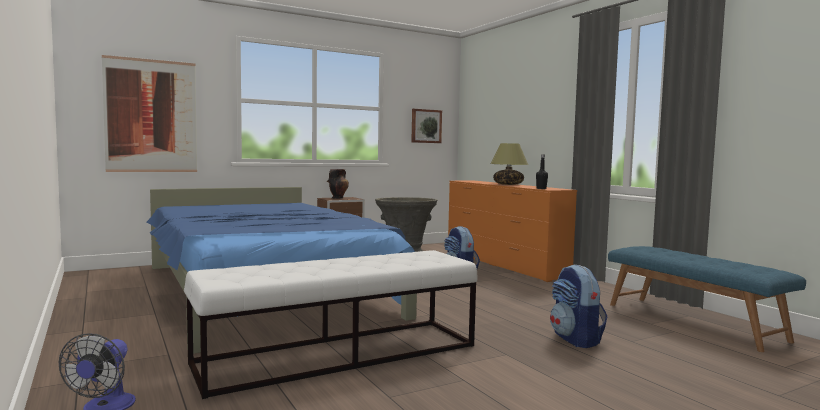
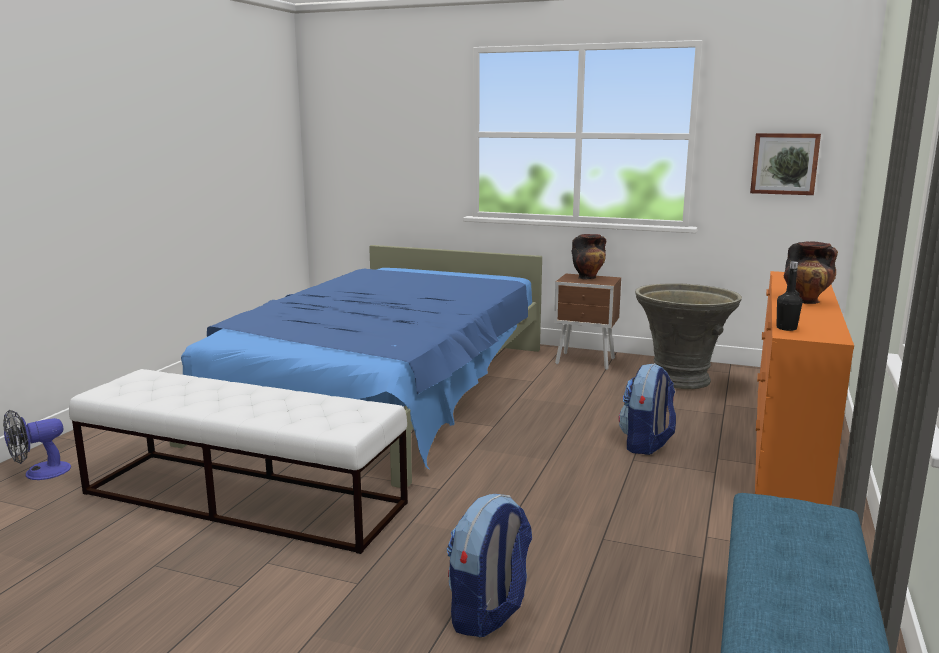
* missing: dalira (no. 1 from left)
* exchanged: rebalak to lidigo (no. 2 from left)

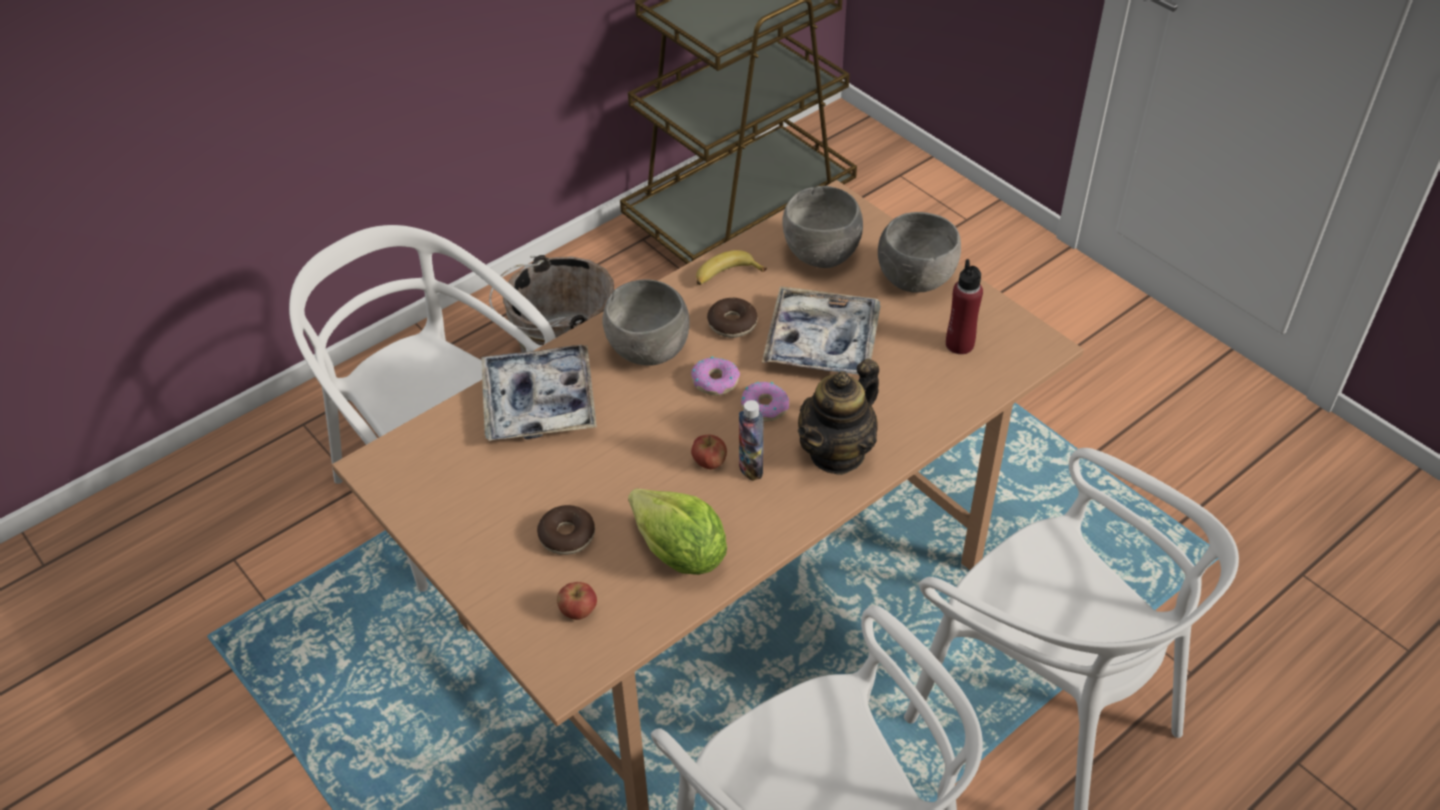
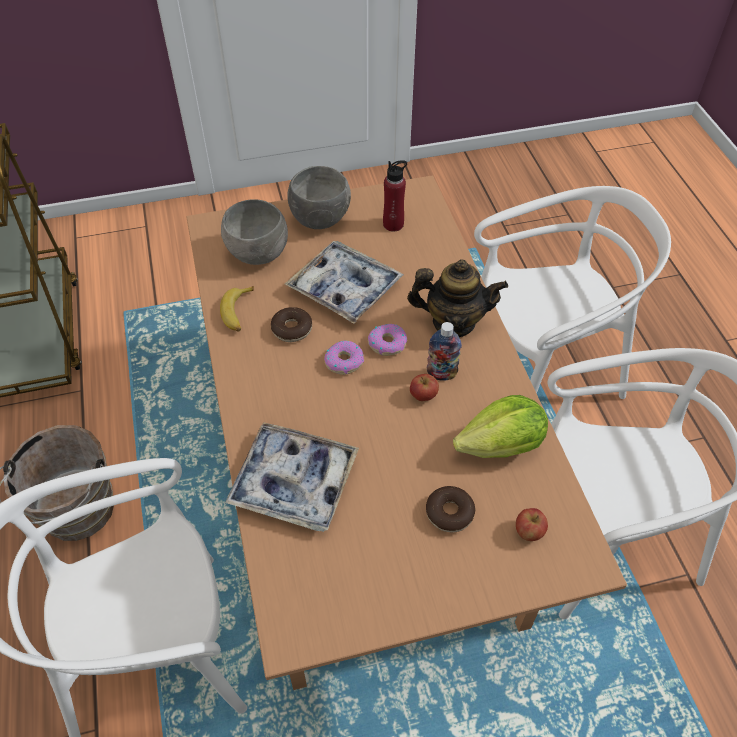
* missing: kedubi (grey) (no. 1 from left)
* spun: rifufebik 60 degrees counterclockwise

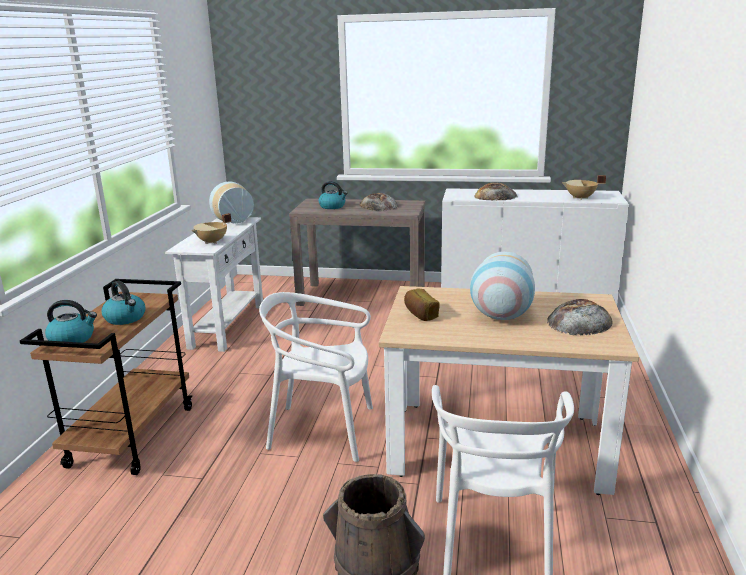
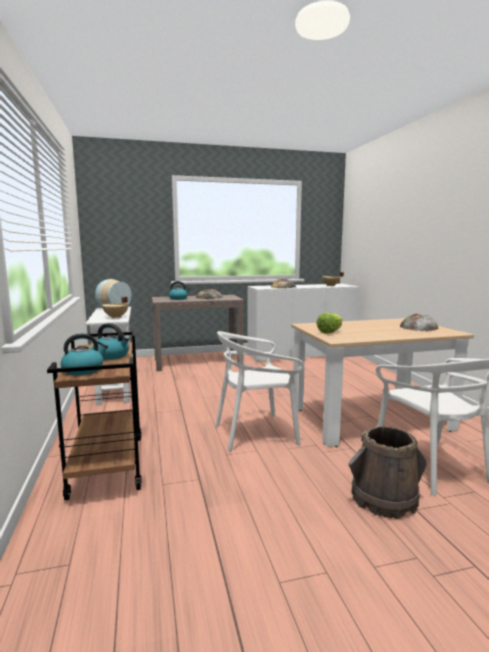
* missing: lidigo (no. 2 from left)
* exchanged: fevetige (no. 2 from left) to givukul

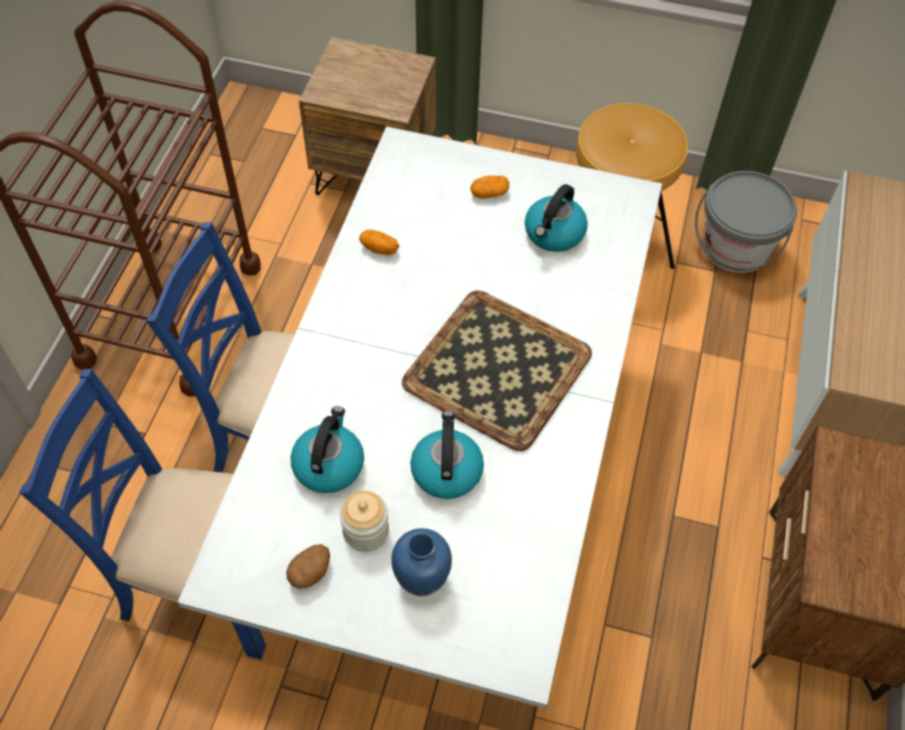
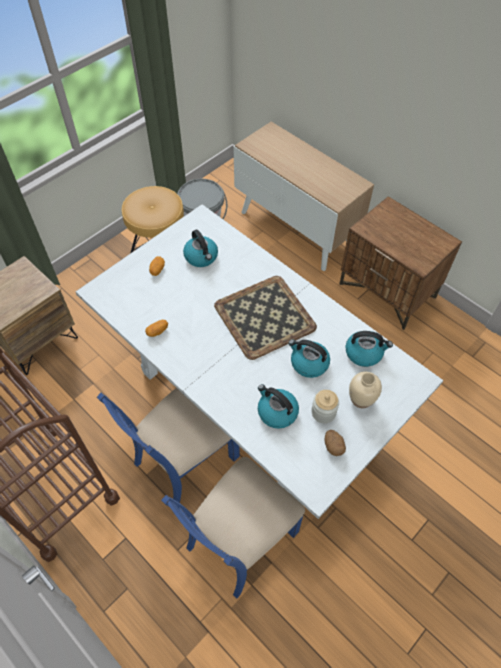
* colour: lidigo (blue) to lidigo (beige)
* appeared: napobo (no. 4 from left)

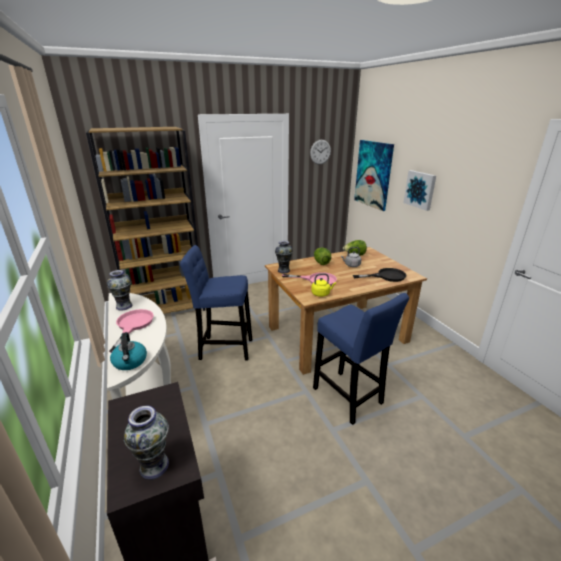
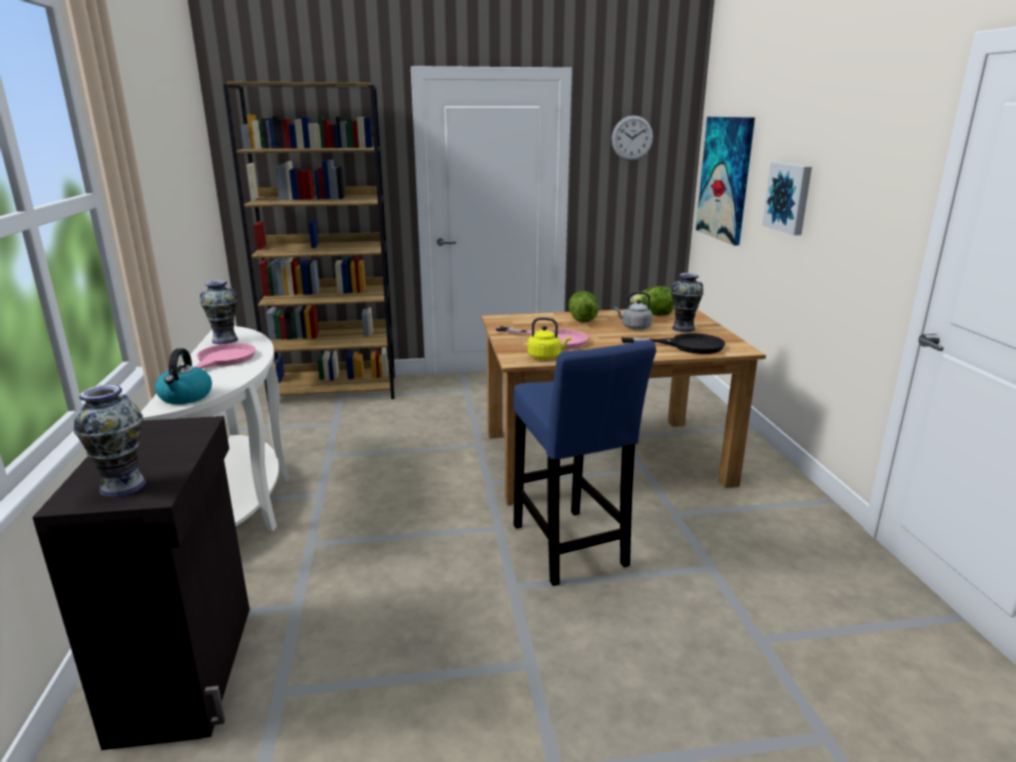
* relocated: lidigo (no. 3 from left)
* missing: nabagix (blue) (no. 1 from left)

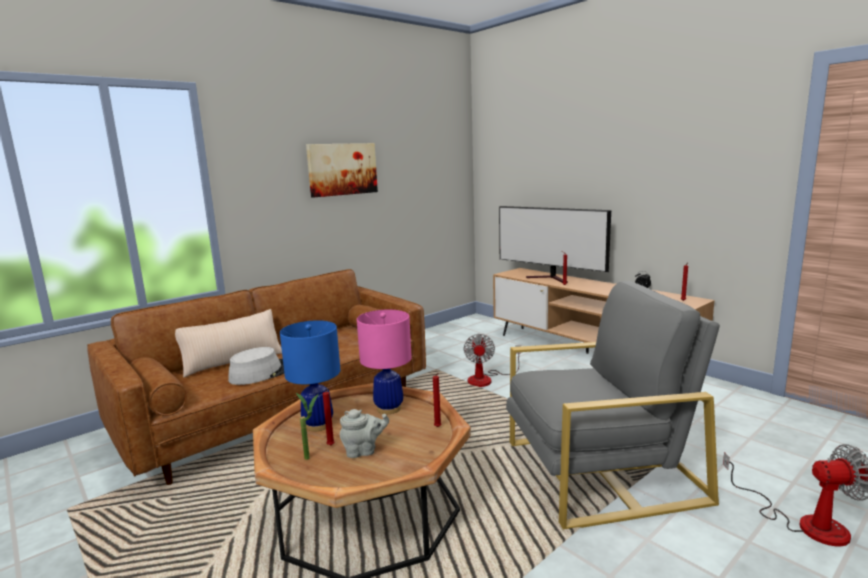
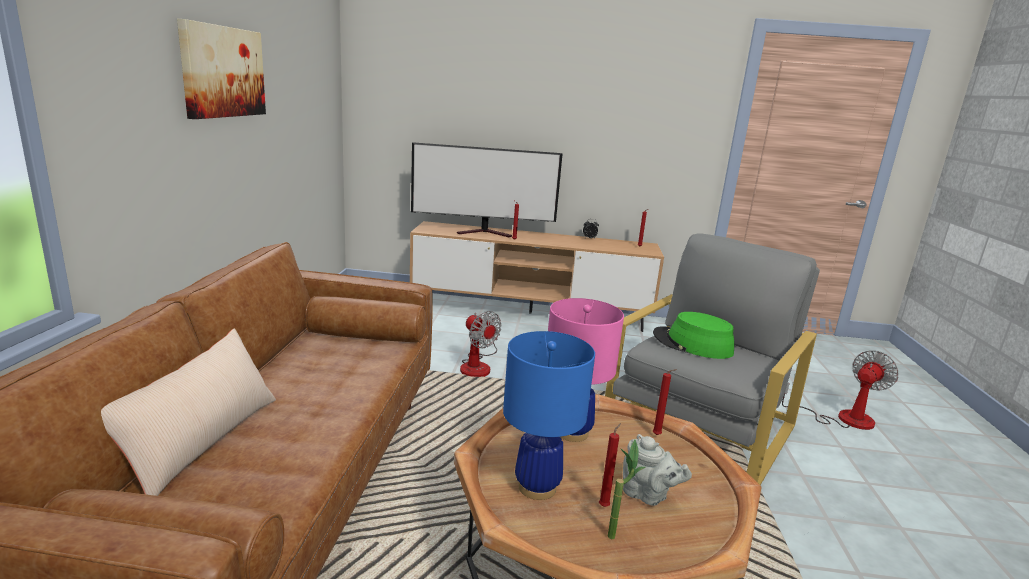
* missing: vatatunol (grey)
* spun: rifufebik (grey) 90 degrees clockwise
* appeared: vatatunol (green)

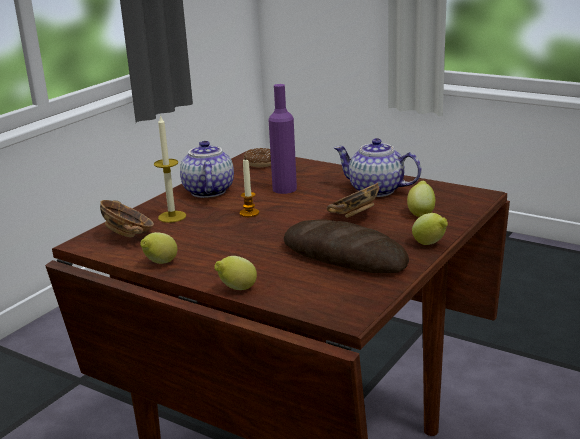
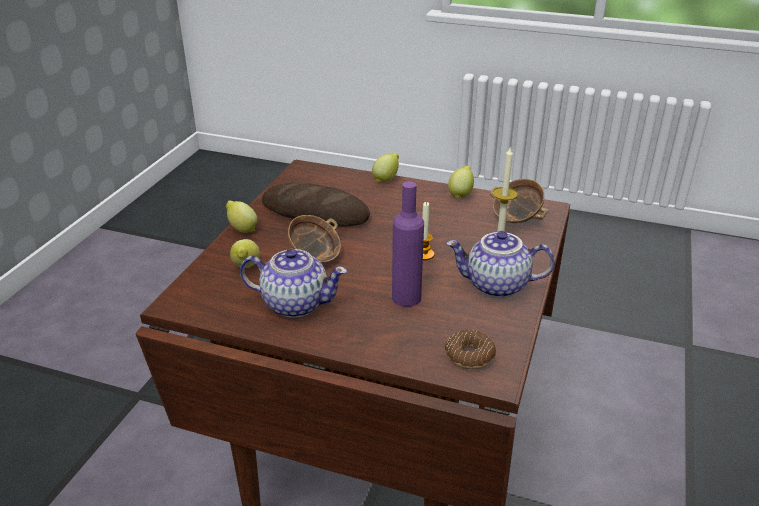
* spun: rifufebik (no. 1 from left in the first image) 120 degrees clockwise

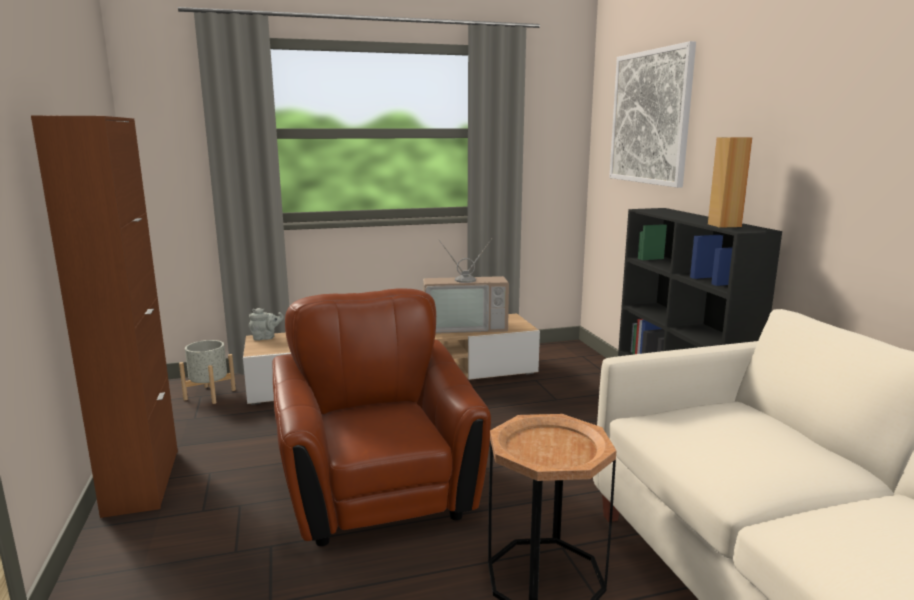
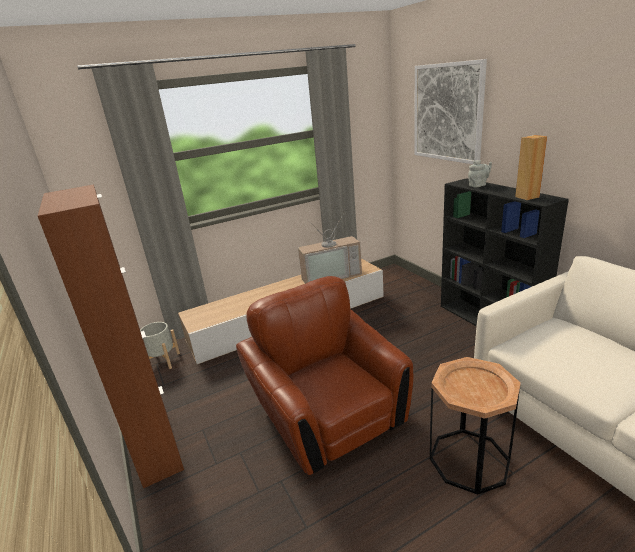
* relocated: rifufebik (grey)

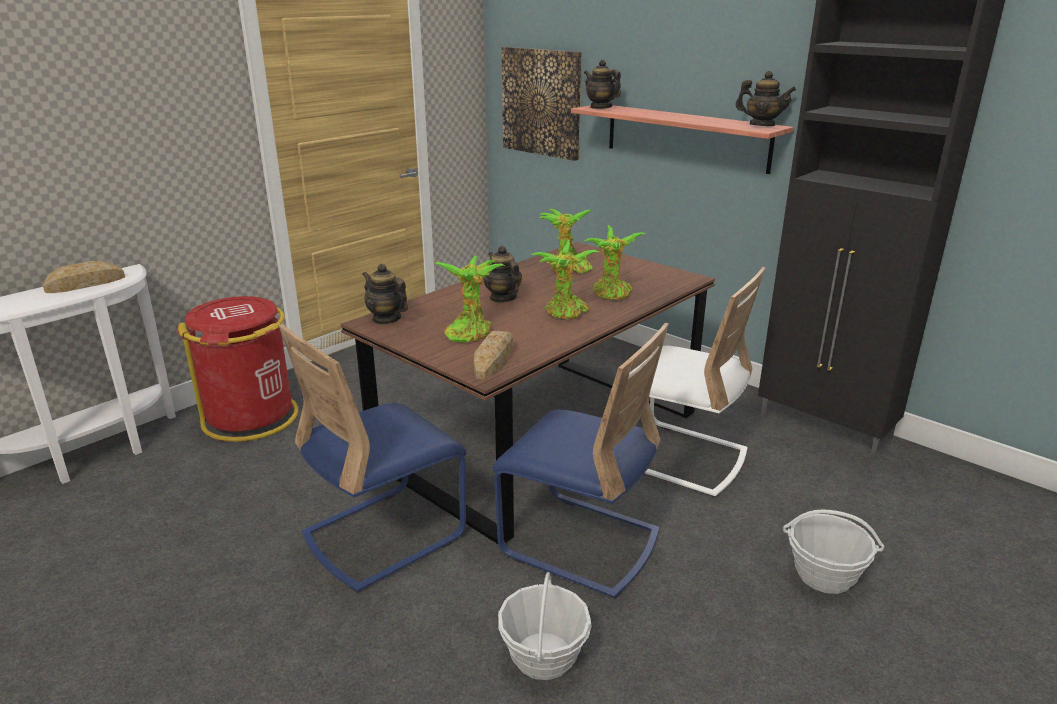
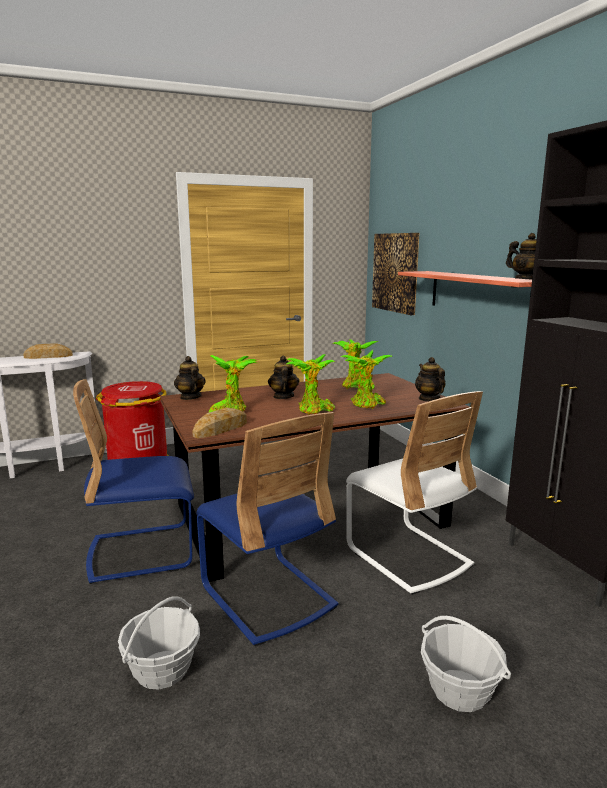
* relocated: rifufebik (no. 3 from left)

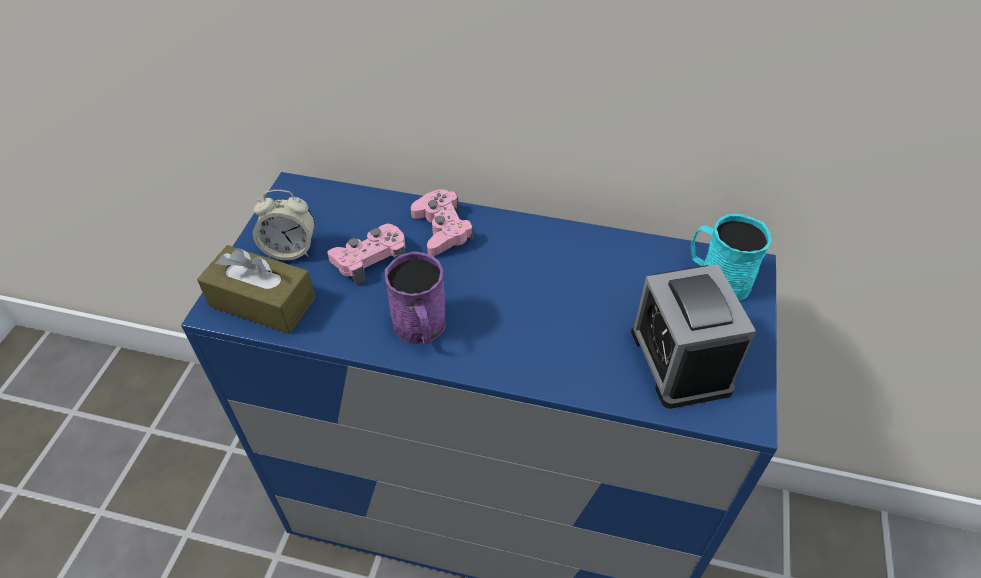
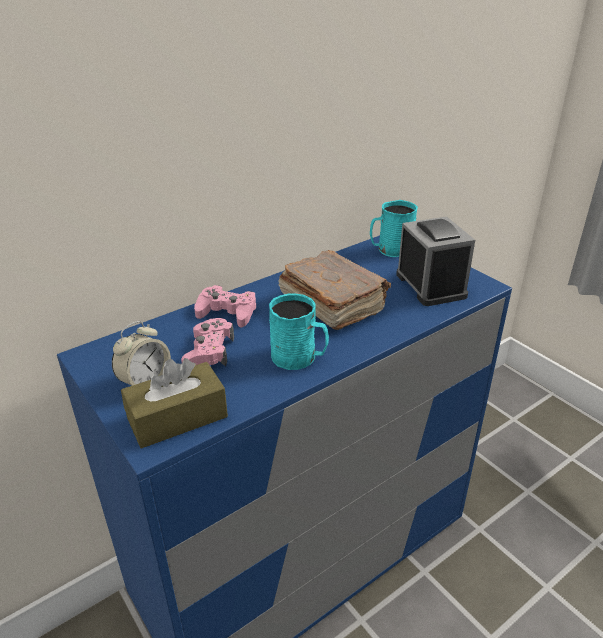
* colour: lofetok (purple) to lofetok (turquoise) (no. 1 from left)
* spun: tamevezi (no. 2 from left) 135 degrees counterclockwise
* appeared: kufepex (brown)

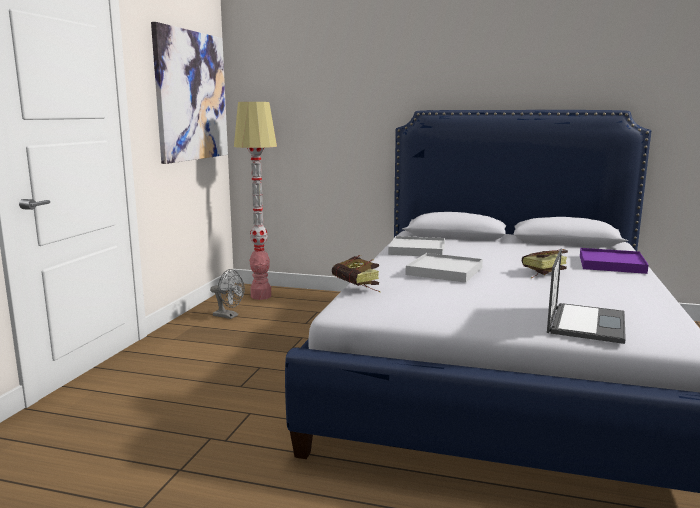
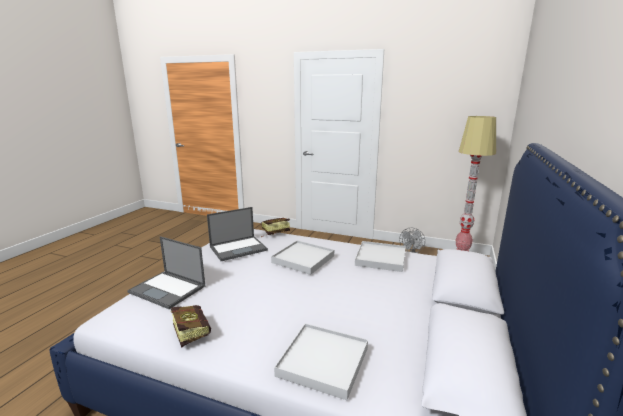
* missing: dalira
* colour: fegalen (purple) to fegalen (white) (no. 2 from left)
* relocated: kufepex (no. 2 from left in the first image) to kufepex (no. 1 from left)
* appeared: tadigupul (no. 2 from left)

